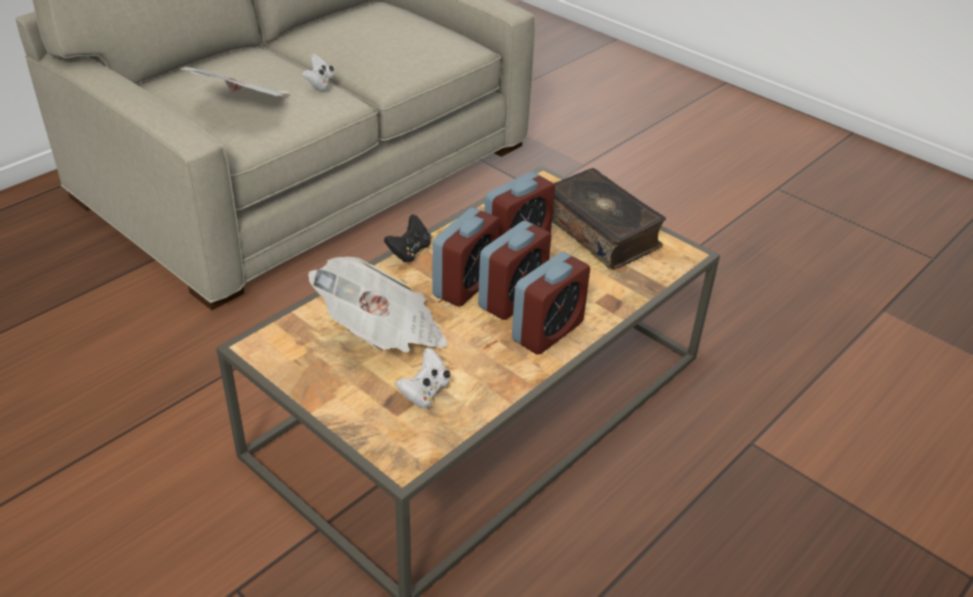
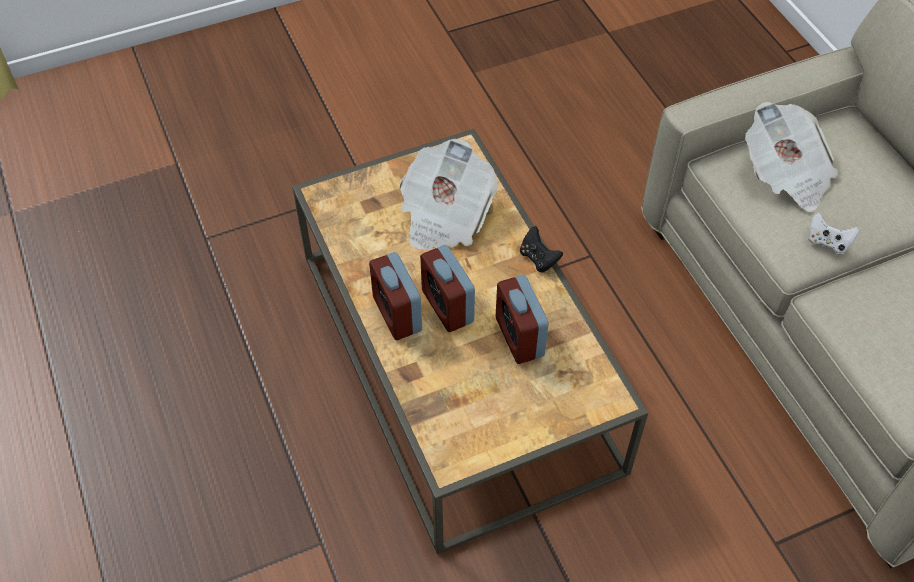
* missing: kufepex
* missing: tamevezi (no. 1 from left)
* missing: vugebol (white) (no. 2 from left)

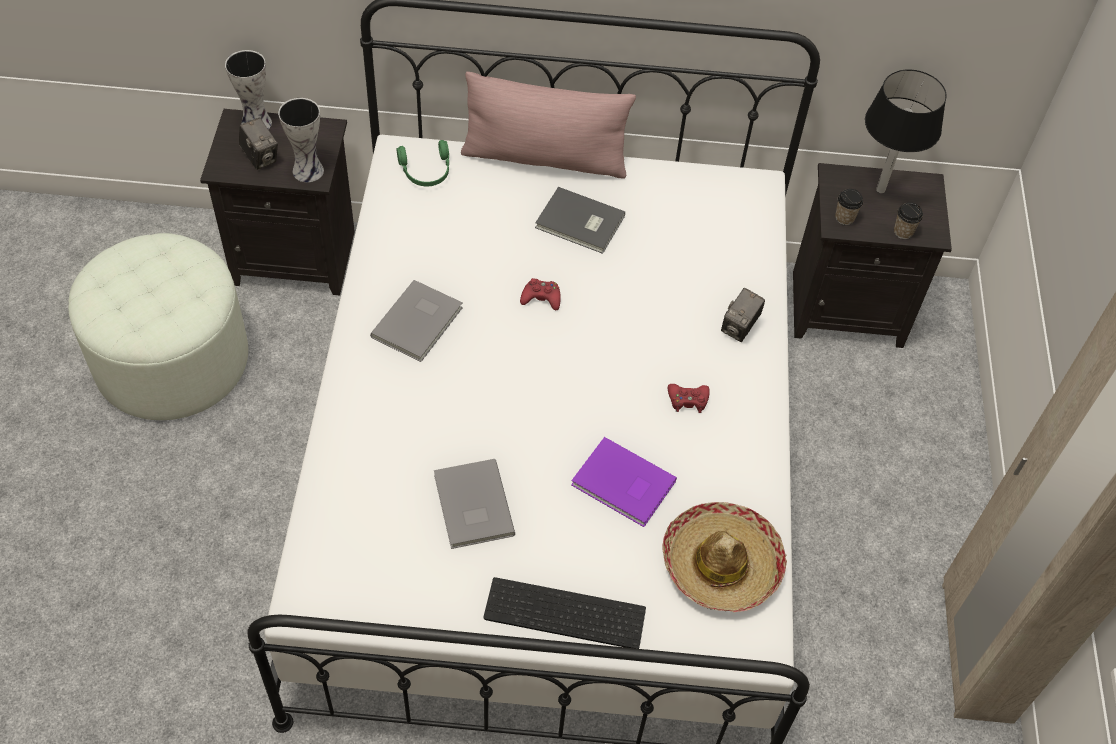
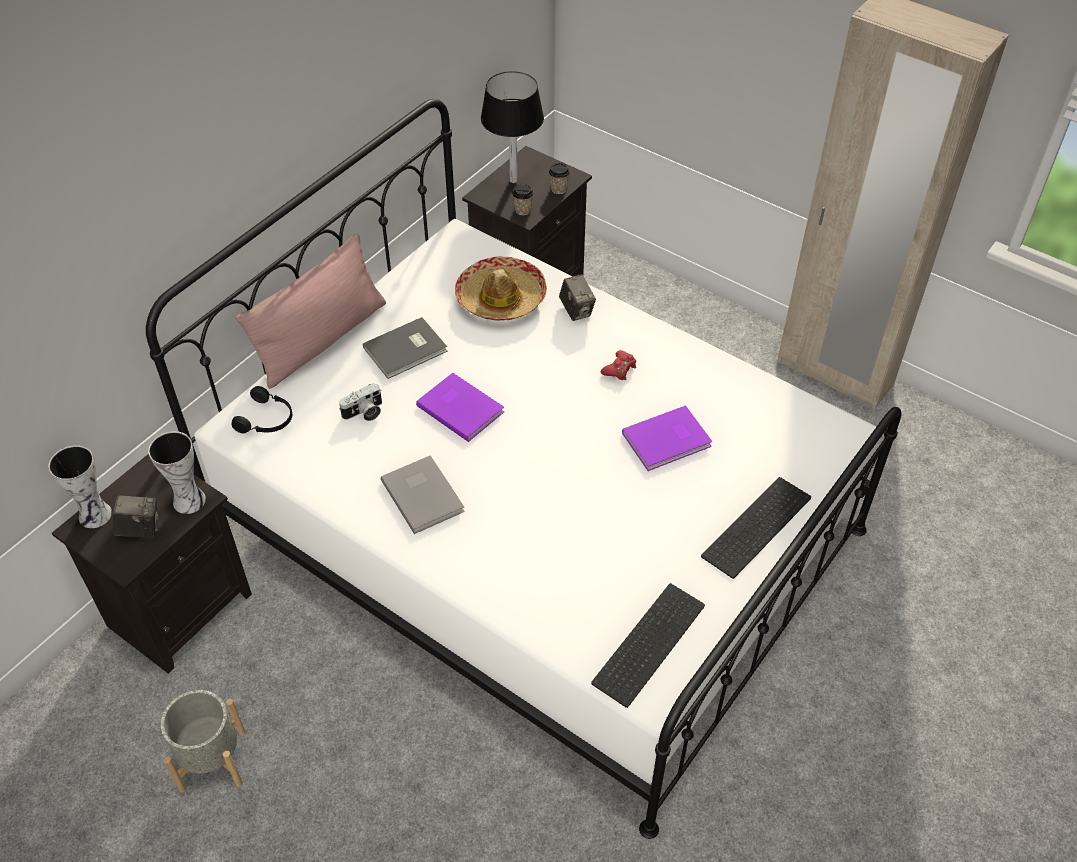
* colour: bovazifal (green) to bovazifal (black)
* exchanged: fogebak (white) to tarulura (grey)
* exchanged: vugebol (red) (no. 1 from left) to kufepex (purple) (no. 1 from left)
* missing: kufepex (grey) (no. 2 from left)
* relocated: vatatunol
* appeared: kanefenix (no. 2 from left)
* appeared: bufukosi (no. 1 from left)

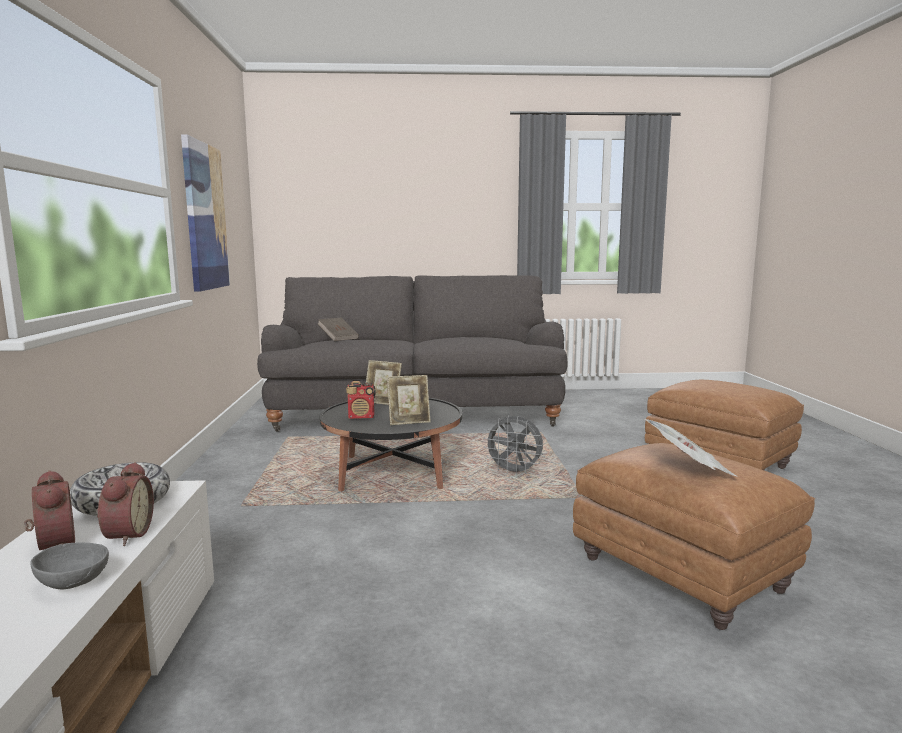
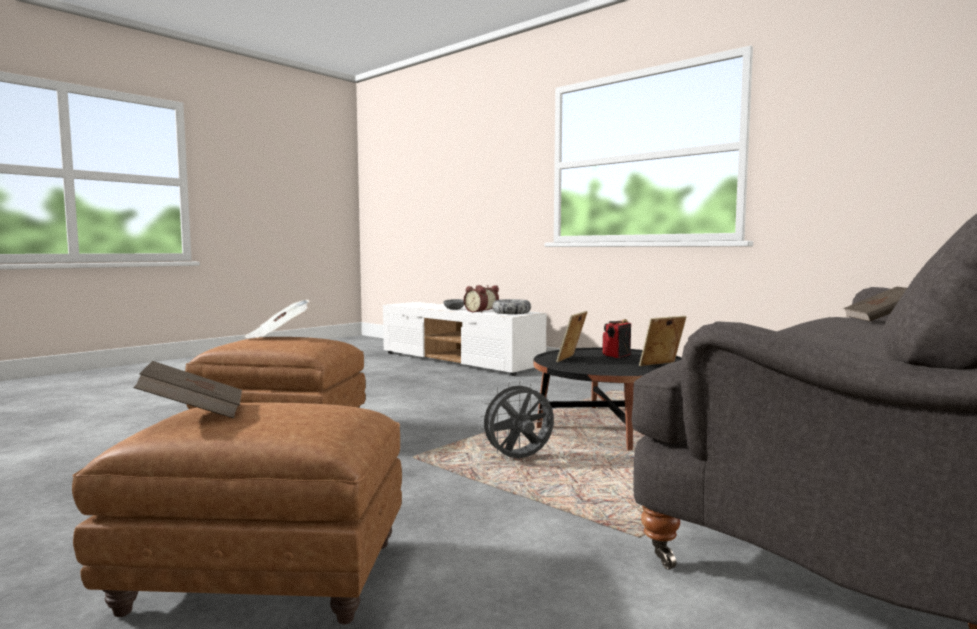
* missing: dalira
* appeared: kufepex (brown) (no. 1 from left)

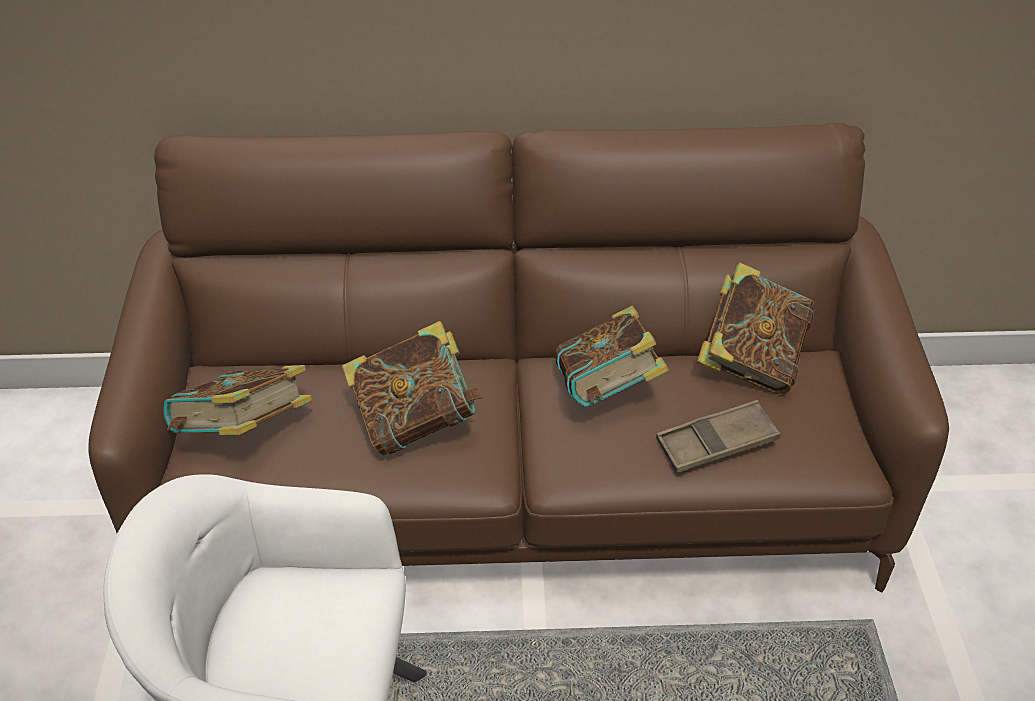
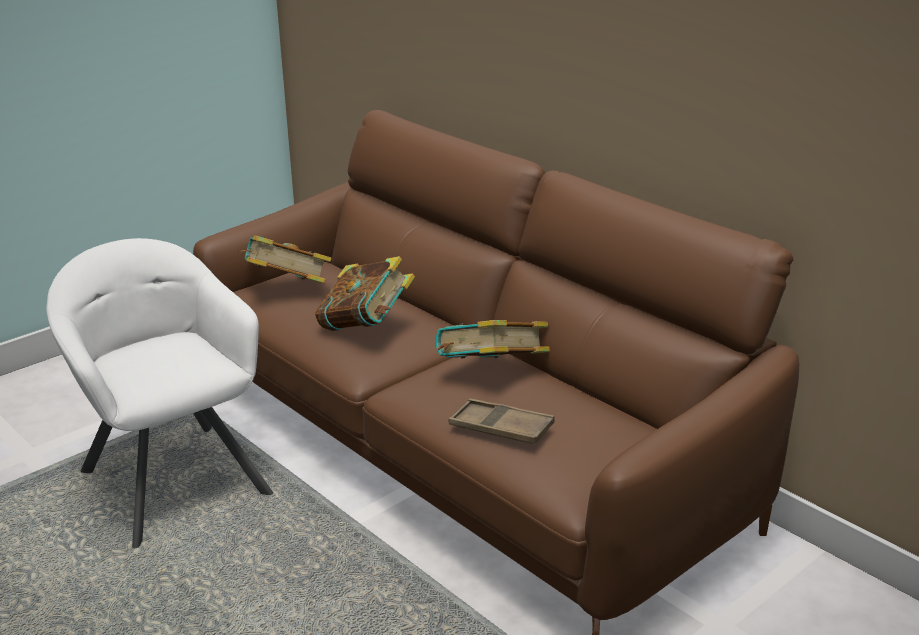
* missing: kufepex (no. 4 from left)

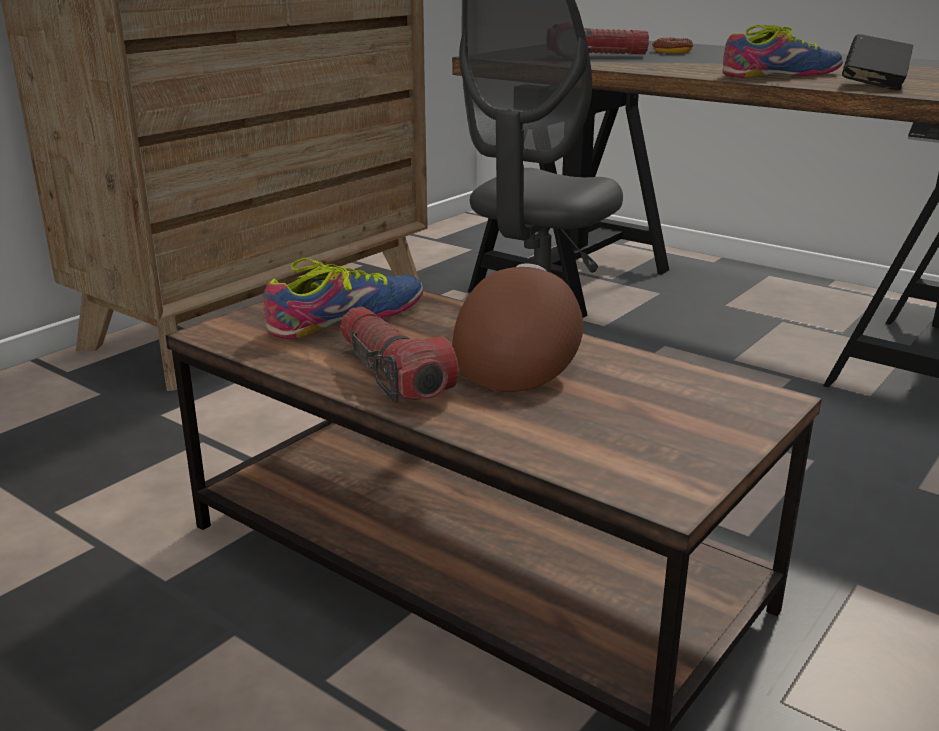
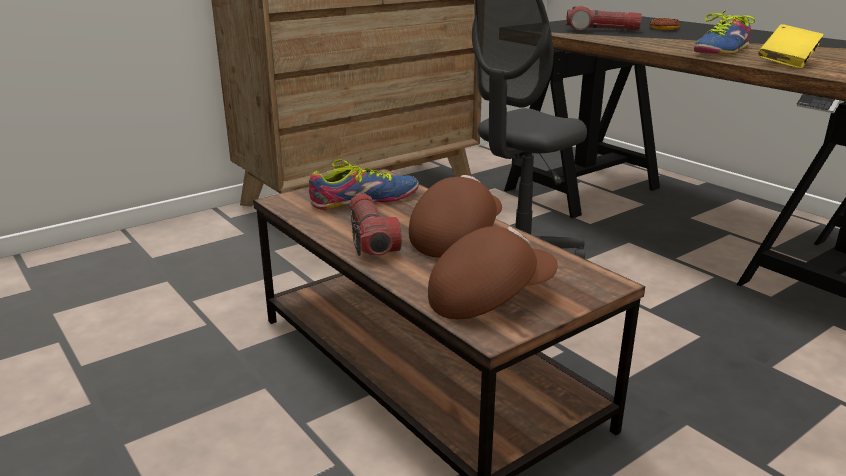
* spun: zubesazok (no. 2 from left) 135 degrees clockwise
* colour: kufepex (black) to kufepex (yellow)
* appeared: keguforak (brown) (no. 2 from left)

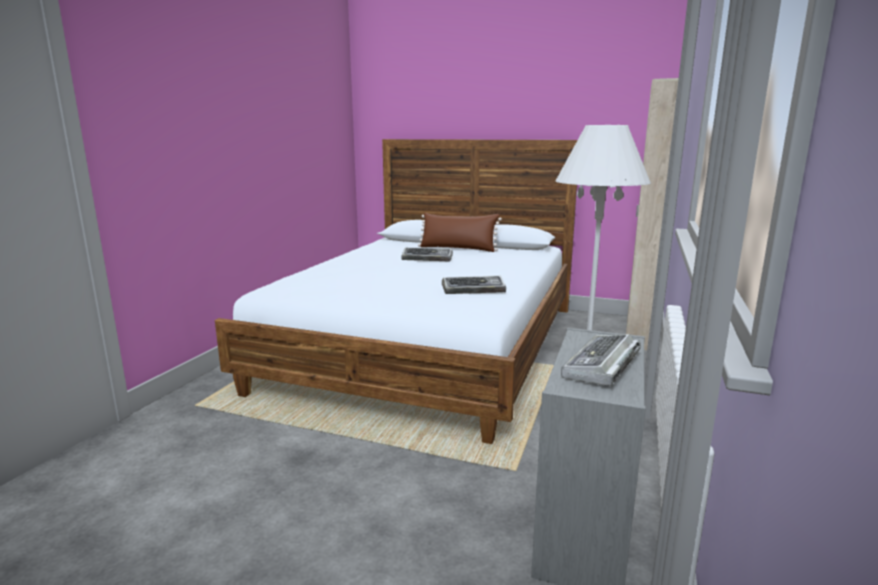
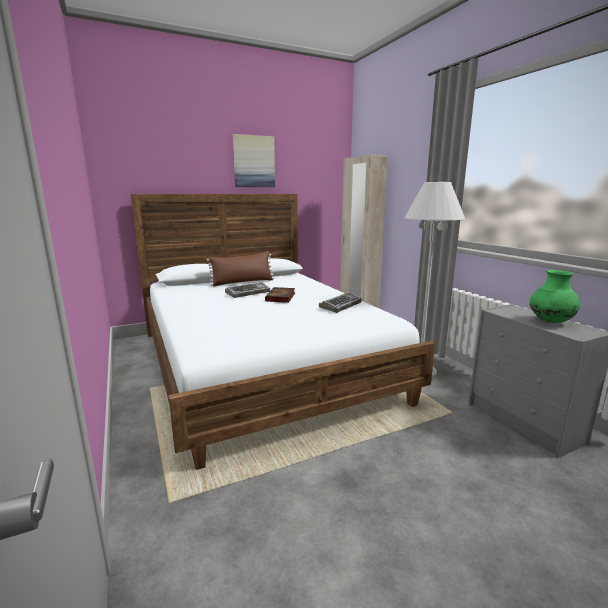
* exchanged: bufukosi (no. 3 from left) to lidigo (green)
* appeared: dalira
* appeared: kufepex

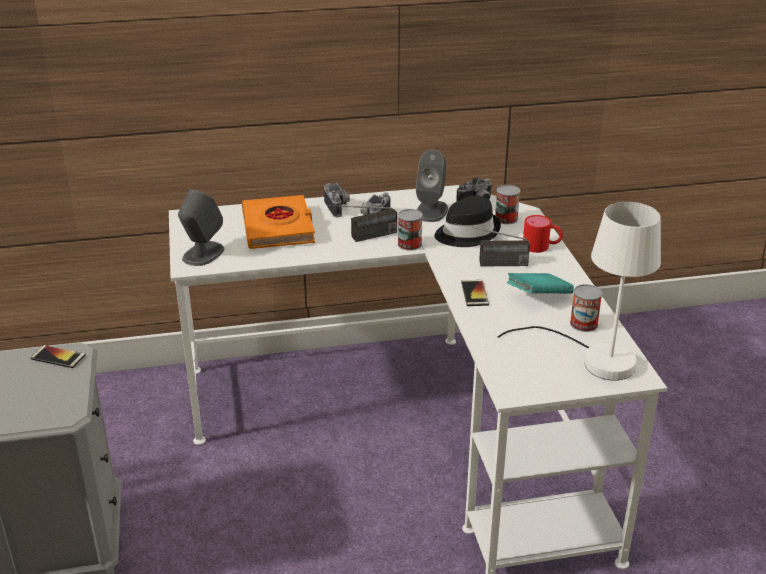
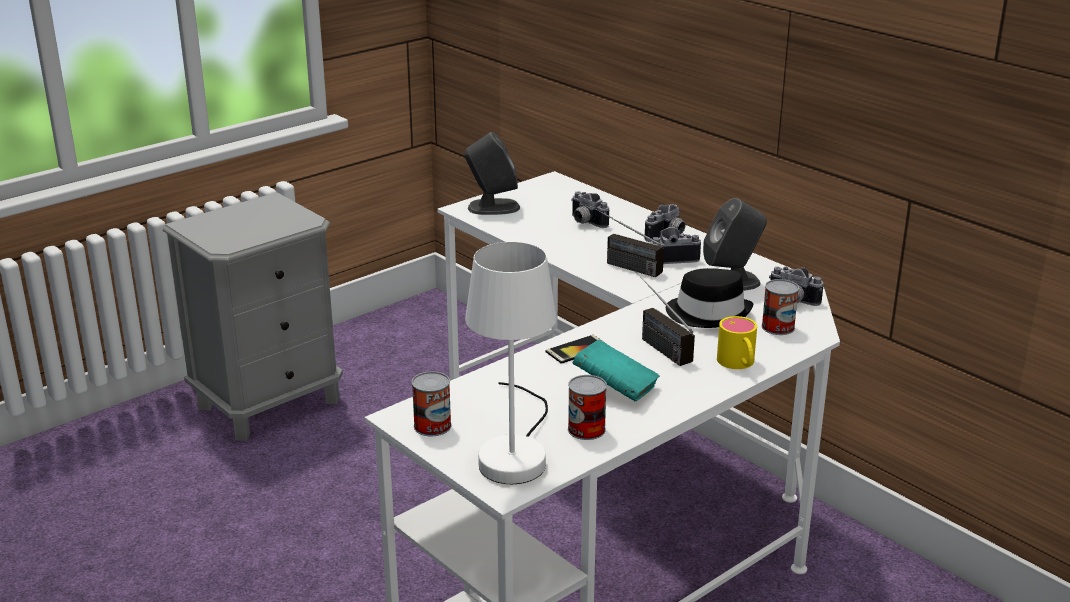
* exchanged: kufepex (orange) to kanefenix (no. 1 from left)
* relocated: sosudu (no. 1 from left)
* colour: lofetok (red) to lofetok (yellow)
* missing: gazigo (no. 1 from left)

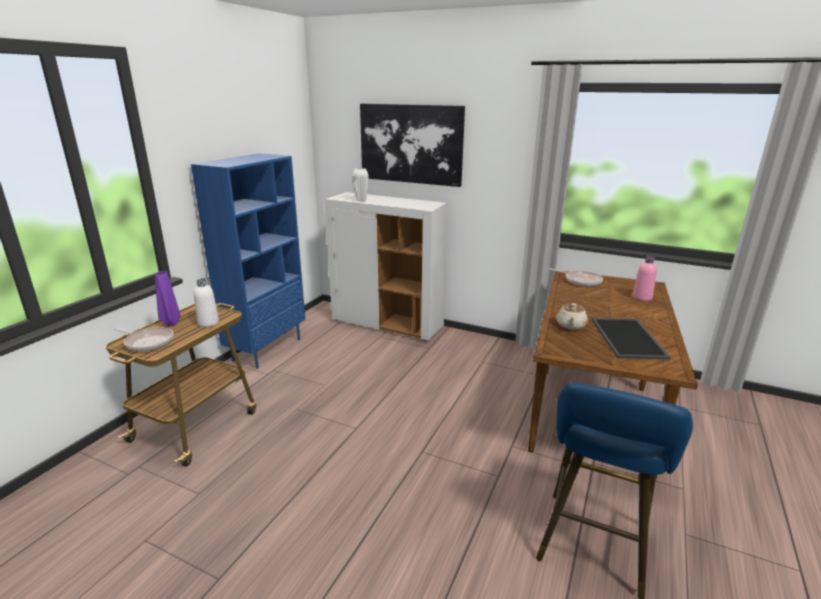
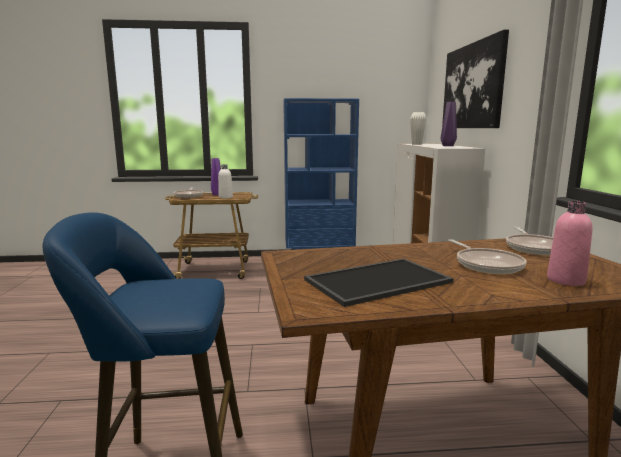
* missing: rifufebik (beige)
* appeared: lidigo (purple) (no. 2 from left)
* appeared: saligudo (no. 2 from left)

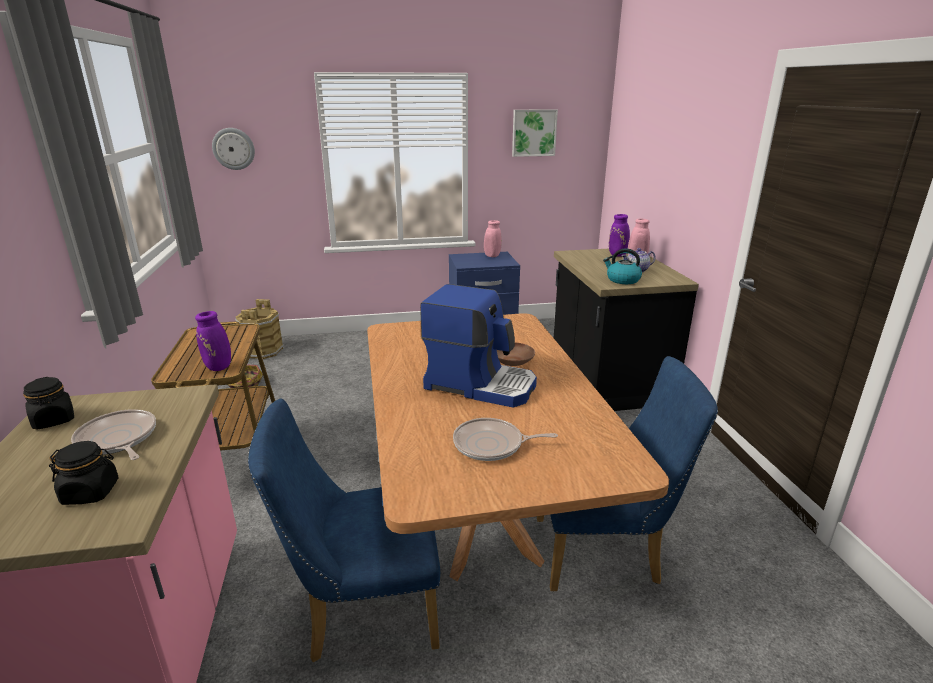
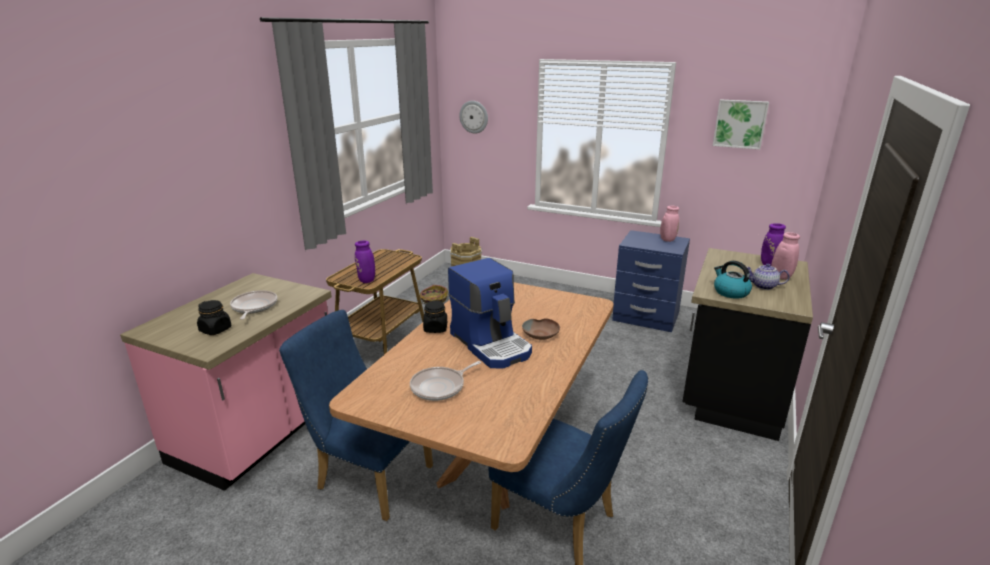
* relocated: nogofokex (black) (no. 1 from left in the first image) to nogofokex (black) (no. 2 from left)
* spun: saligudo (no. 2 from left) 75 degrees counterclockwise

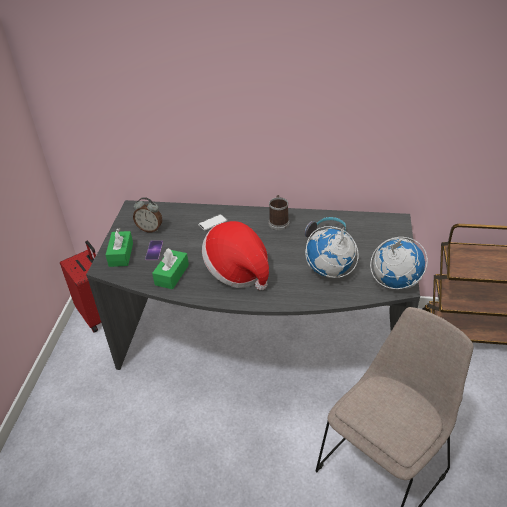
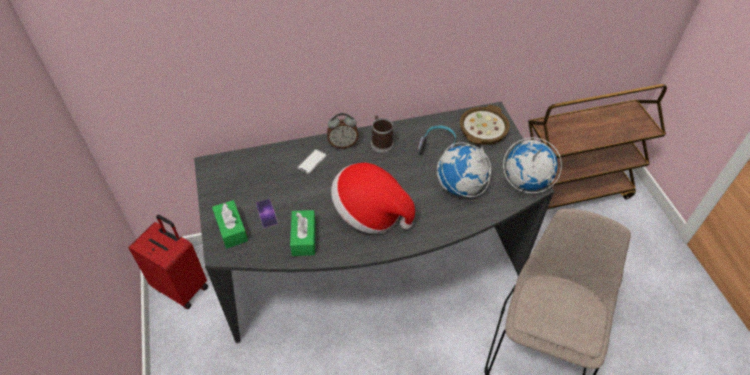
* relocated: tamevezi
* appeared: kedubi

